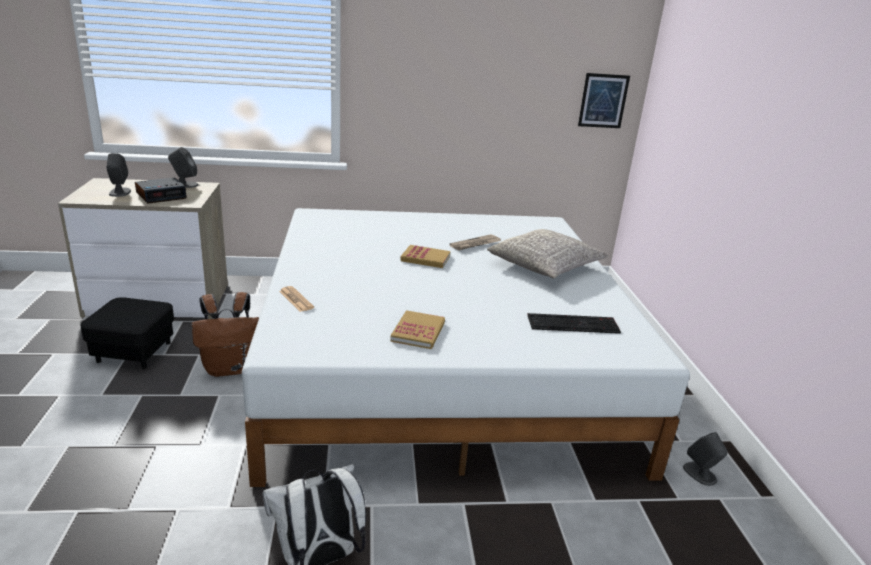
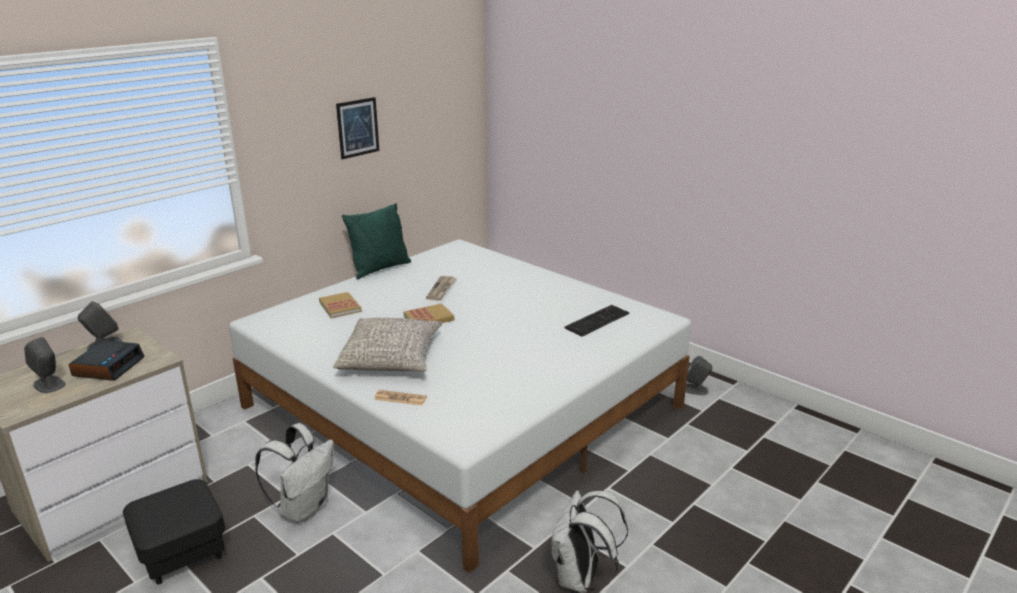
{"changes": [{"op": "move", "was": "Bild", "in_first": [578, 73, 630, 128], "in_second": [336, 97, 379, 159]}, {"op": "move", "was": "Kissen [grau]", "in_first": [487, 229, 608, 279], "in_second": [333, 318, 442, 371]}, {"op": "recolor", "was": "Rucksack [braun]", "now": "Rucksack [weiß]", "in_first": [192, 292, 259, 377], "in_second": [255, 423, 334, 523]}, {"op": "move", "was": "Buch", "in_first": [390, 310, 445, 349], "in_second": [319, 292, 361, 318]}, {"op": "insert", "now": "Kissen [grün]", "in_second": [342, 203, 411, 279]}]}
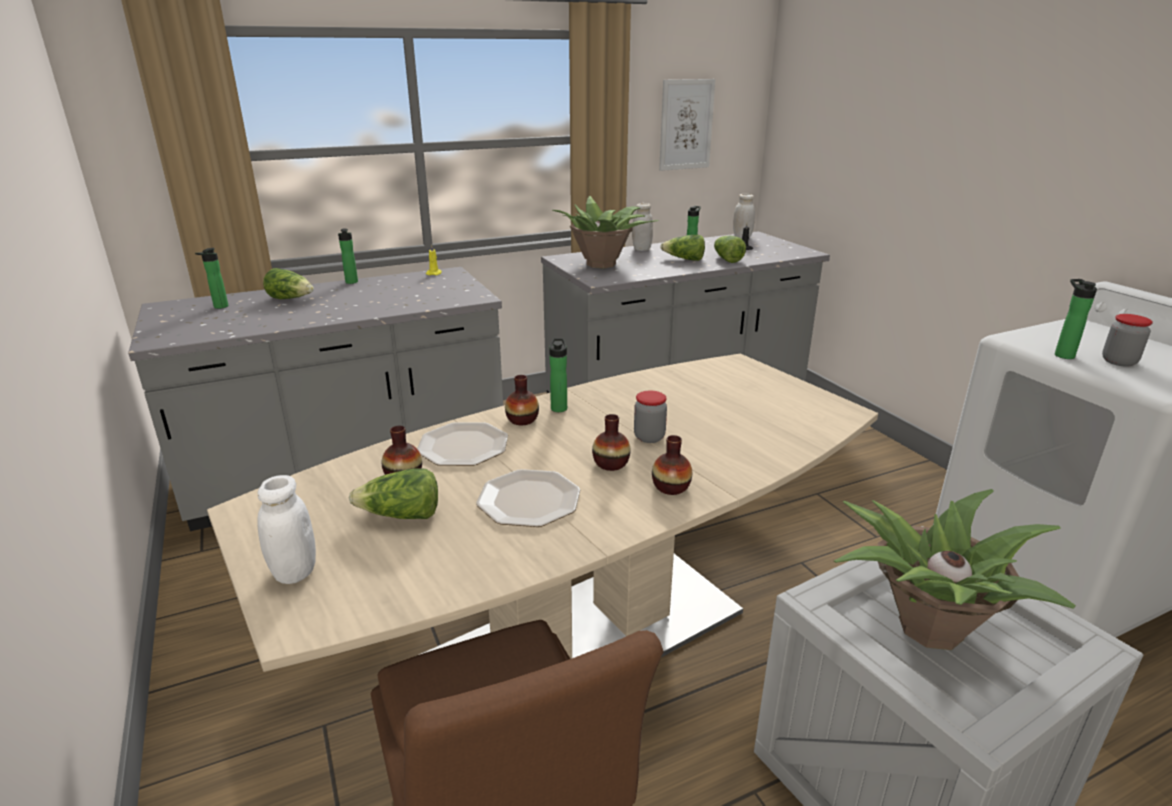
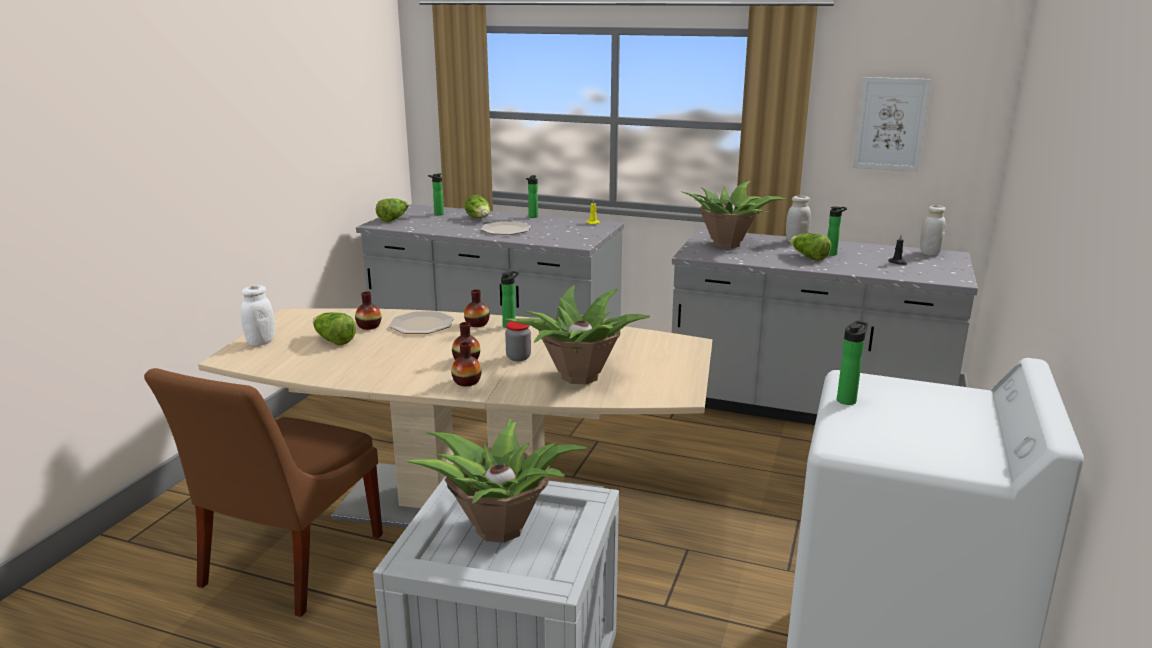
{"changes": [{"op": "move", "was": "Salatkopf", "in_first": [714, 236, 746, 263], "in_second": [376, 199, 408, 222]}, {"op": "delete", "was": "Vorratsglas", "in_first": [1102, 314, 1153, 367]}, {"op": "move", "was": "Teller", "in_first": [476, 469, 580, 527], "in_second": [481, 221, 531, 235]}, {"op": "insert", "now": "Topfpflanze", "in_second": [505, 285, 650, 384]}]}
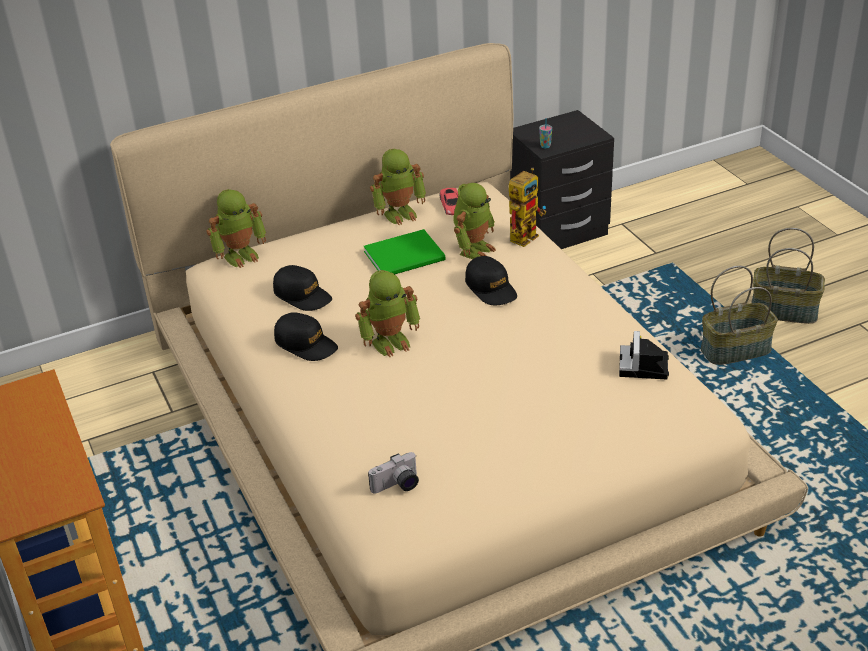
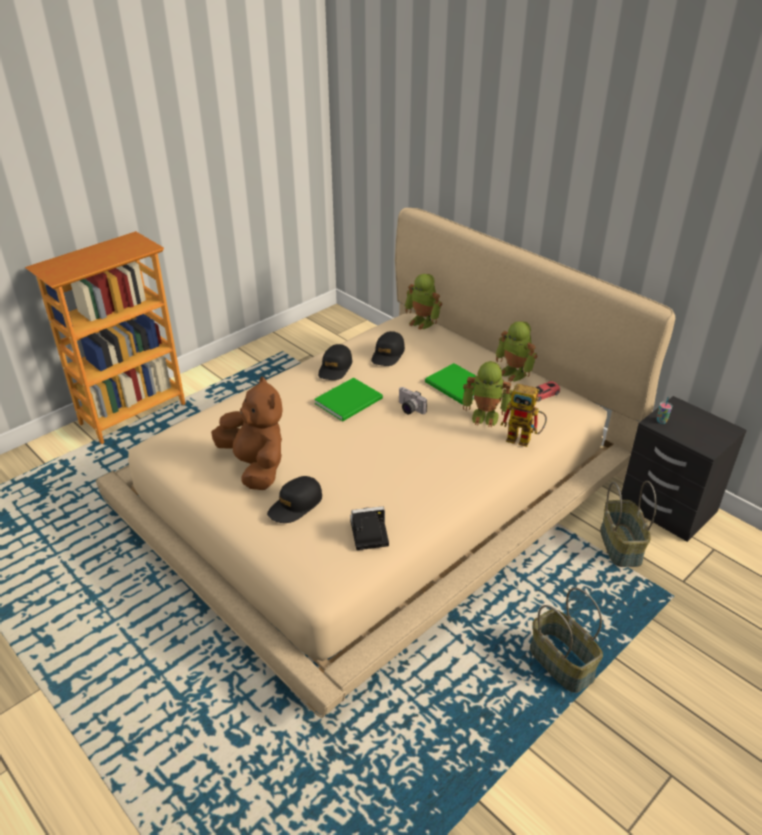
{"changes": [{"op": "move", "was": "Korb", "in_first": [751, 228, 825, 324], "in_second": [600, 481, 657, 567]}, {"op": "move", "was": "Kappe [schwarz]", "in_first": [465, 256, 517, 305], "in_second": [267, 476, 322, 523]}, {"op": "replace", "was": "Spielzeugroboter", "now": "Buch [grün]", "in_first": [355, 270, 420, 357], "in_second": [314, 377, 383, 421]}, {"op": "move", "was": "Kamera", "in_first": [368, 452, 419, 494], "in_second": [398, 387, 427, 415]}, {"op": "insert", "now": "Plüschtier [braun]", "in_second": [211, 376, 283, 490]}]}
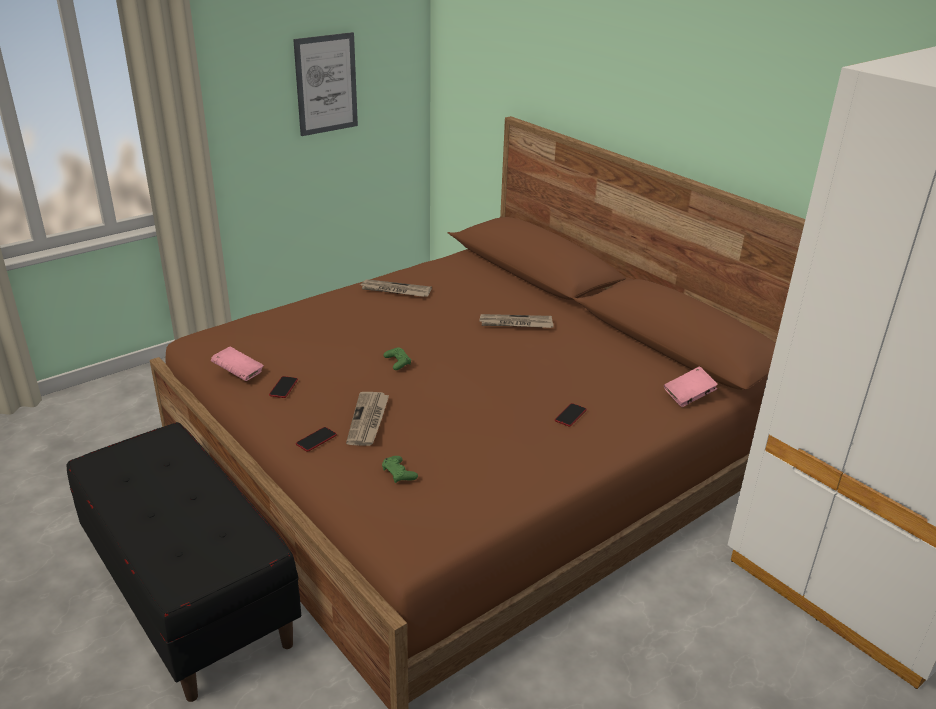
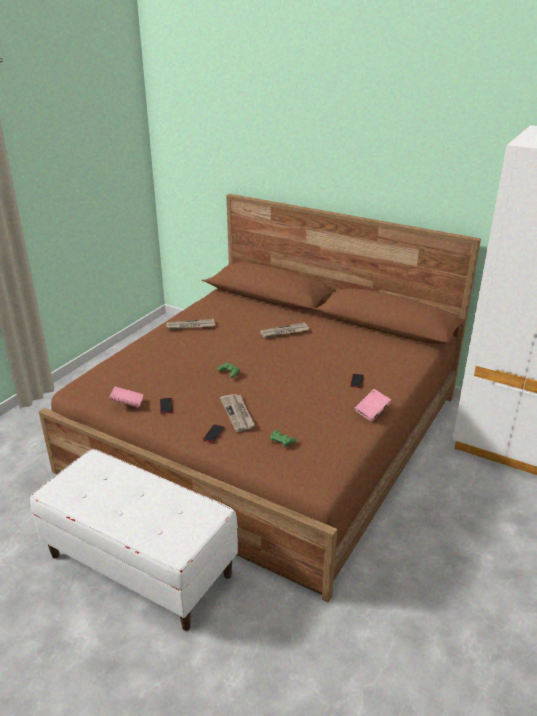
{"changes": [{"op": "delete", "was": "Bild", "in_first": [293, 32, 358, 136]}, {"op": "move", "was": "Buch [rosa]", "in_first": [664, 366, 718, 407], "in_second": [354, 389, 391, 421]}, {"op": "recolor", "was": "Bank [schwarz]", "now": "Bank [weiß]", "in_first": [67, 422, 301, 702], "in_second": [30, 449, 238, 631]}]}
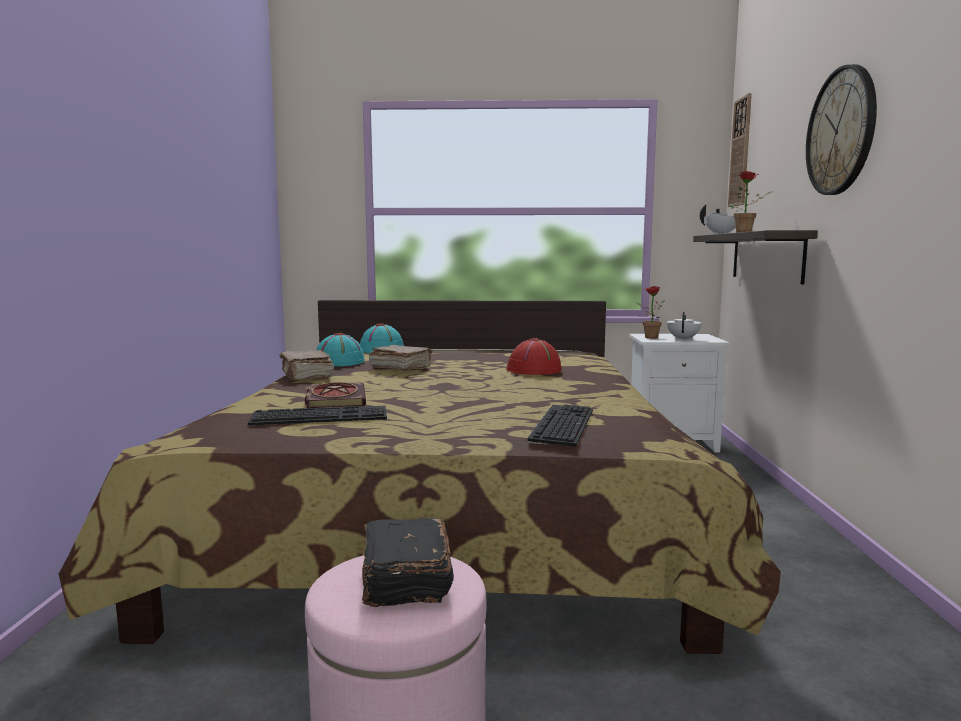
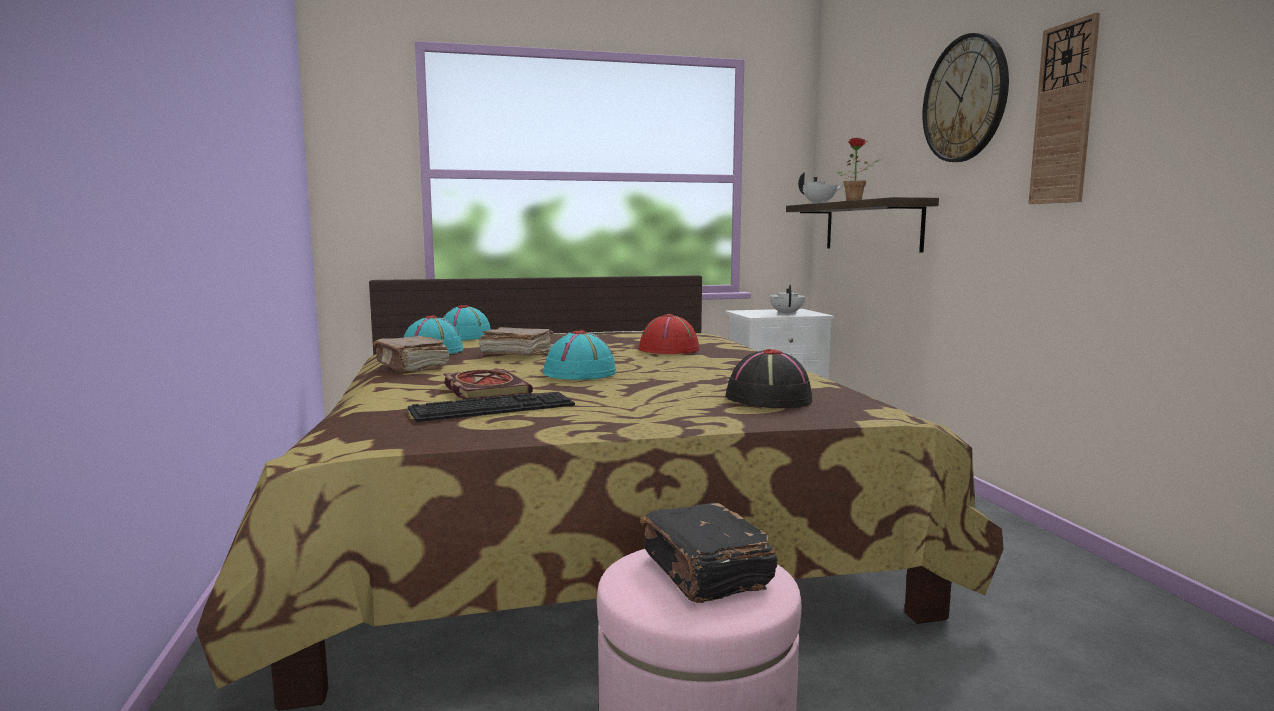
{"changes": [{"op": "move", "was": "Wanduhr", "in_first": [728, 93, 752, 207], "in_second": [1028, 12, 1100, 204]}, {"op": "delete", "was": "Topfpflanze", "in_first": [636, 286, 665, 339]}, {"op": "replace", "was": "Tastatur", "now": "Hut [schwarz]", "in_first": [527, 404, 593, 446], "in_second": [725, 349, 812, 408]}, {"op": "insert", "now": "Hut [türkis]", "in_second": [543, 330, 616, 380]}]}
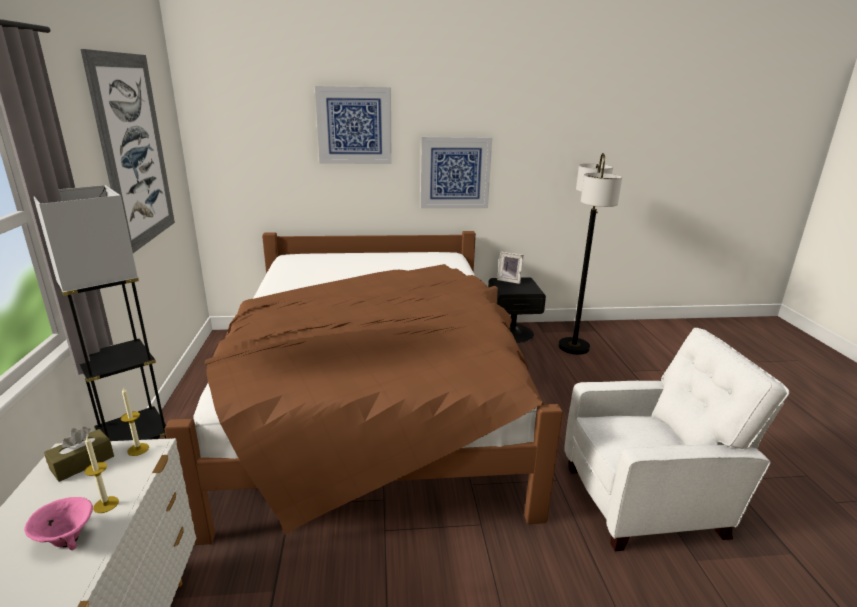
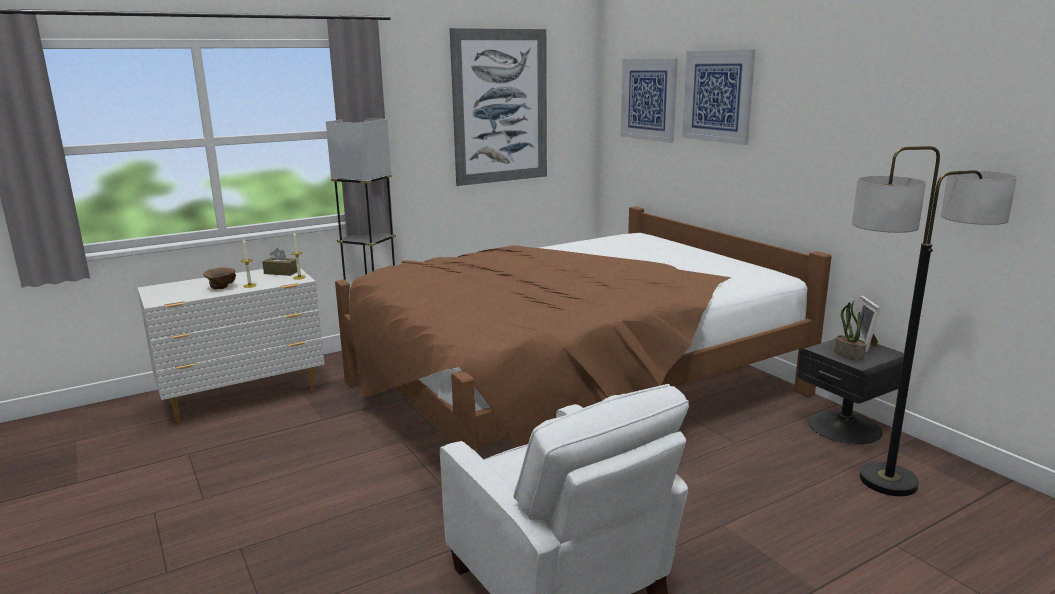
{"changes": [{"op": "move", "was": "Bild", "in_first": [420, 137, 492, 208], "in_second": [621, 58, 678, 143]}, {"op": "recolor", "was": "Schüssel [rosa]", "now": "Schüssel [braun]", "in_first": [24, 497, 93, 550], "in_second": [203, 267, 236, 289]}, {"op": "insert", "now": "Topfpflanze", "in_second": [834, 300, 866, 360]}]}
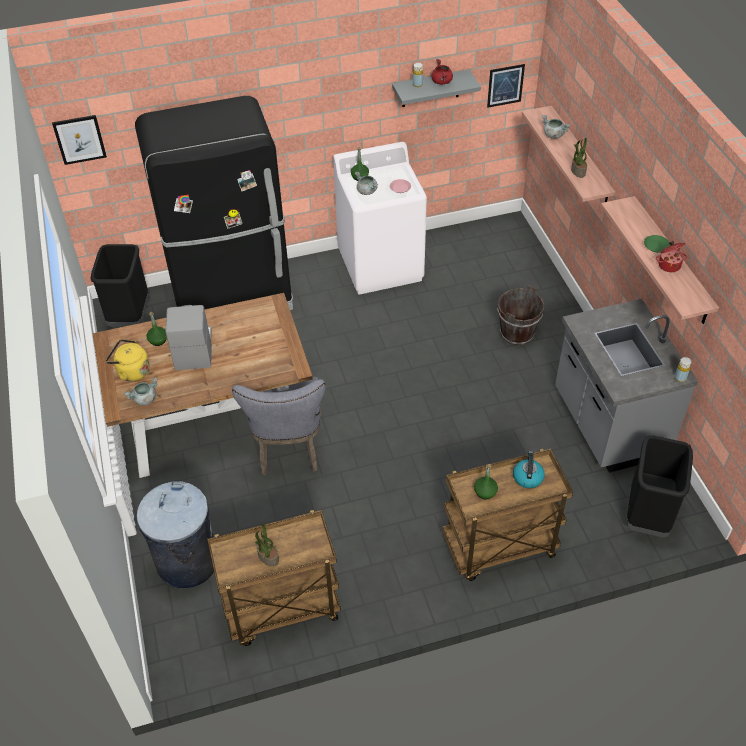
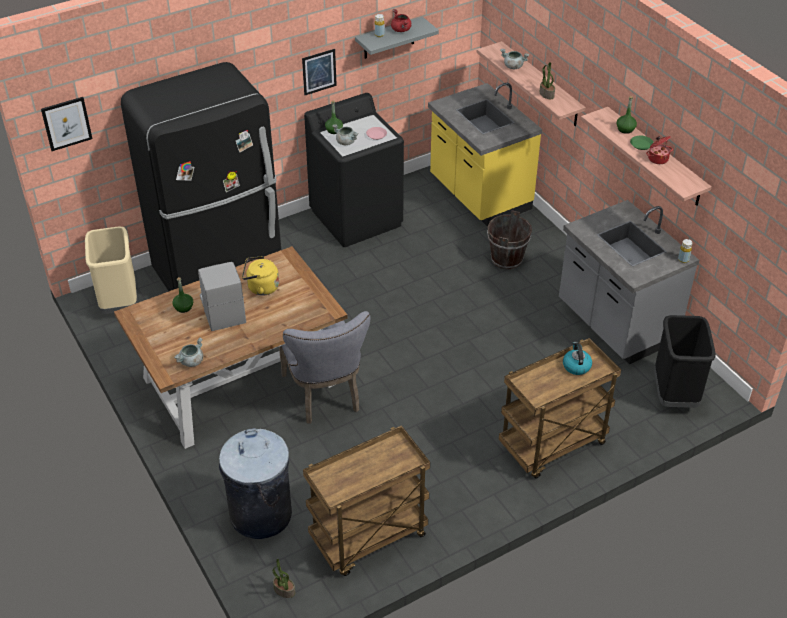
{"changes": [{"op": "move", "was": "Bild", "in_first": [487, 64, 525, 108], "in_second": [302, 49, 337, 95]}, {"op": "recolor", "was": "Waschmaschine [weiß]", "now": "Waschmaschine [schwarz]", "in_first": [333, 142, 427, 294], "in_second": [304, 93, 404, 247]}, {"op": "recolor", "was": "Mülleimer [schwarz]", "now": "Mülleimer [beige]", "in_first": [91, 244, 149, 327], "in_second": [85, 226, 138, 314]}, {"op": "move", "was": "Wasserkessel [gelb]", "in_first": [106, 339, 150, 382], "in_second": [242, 256, 279, 295]}, {"op": "move", "was": "Flasche [grün]", "in_first": [474, 464, 498, 499], "in_second": [617, 96, 637, 134]}, {"op": "move", "was": "Topfpflanze", "in_first": [255, 524, 279, 566], "in_second": [273, 559, 295, 598]}, {"op": "insert", "now": "Küchenzeile [gelb]", "in_second": [428, 83, 542, 226]}]}
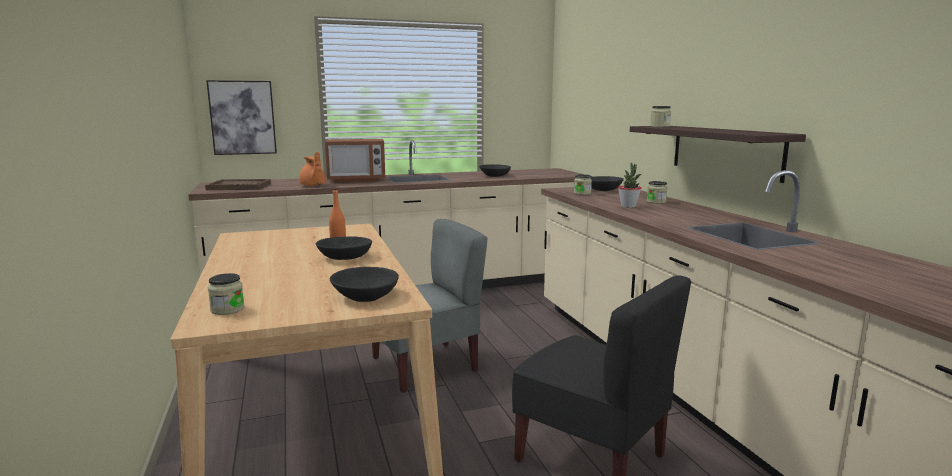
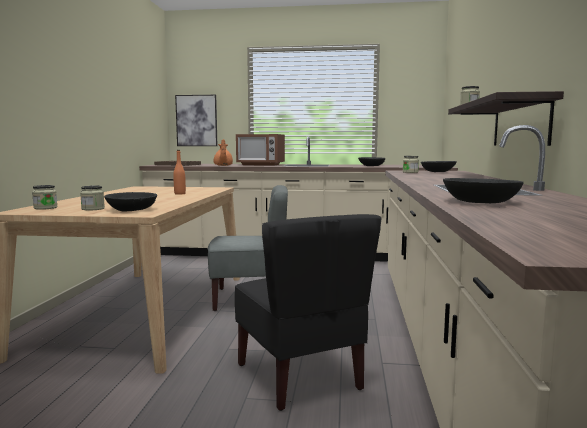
{"changes": [{"op": "delete", "was": "Topfpflanze", "in_first": [618, 163, 641, 208]}, {"op": "move", "was": "Vorratsglas", "in_first": [647, 181, 667, 204], "in_second": [80, 185, 105, 211]}, {"op": "move", "was": "Schüssel [schwarz]", "in_first": [316, 236, 372, 260], "in_second": [443, 178, 524, 203]}]}
